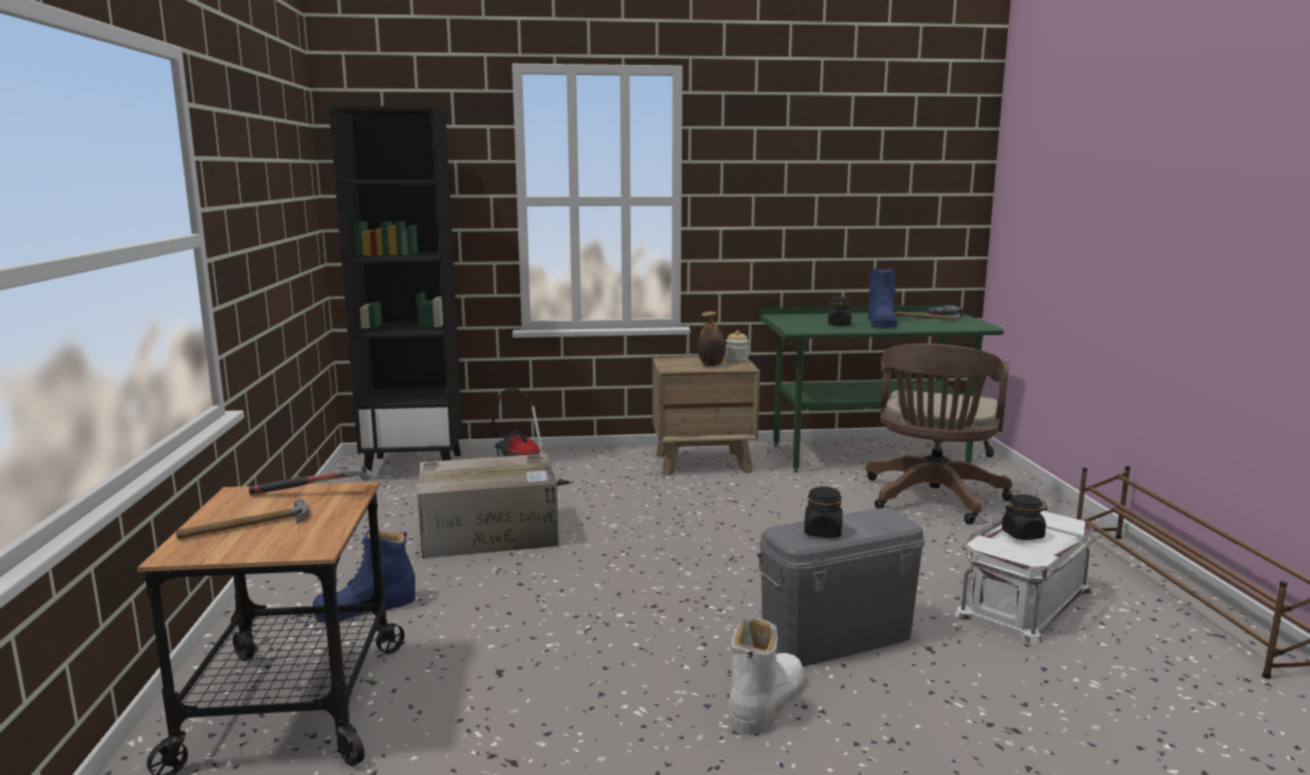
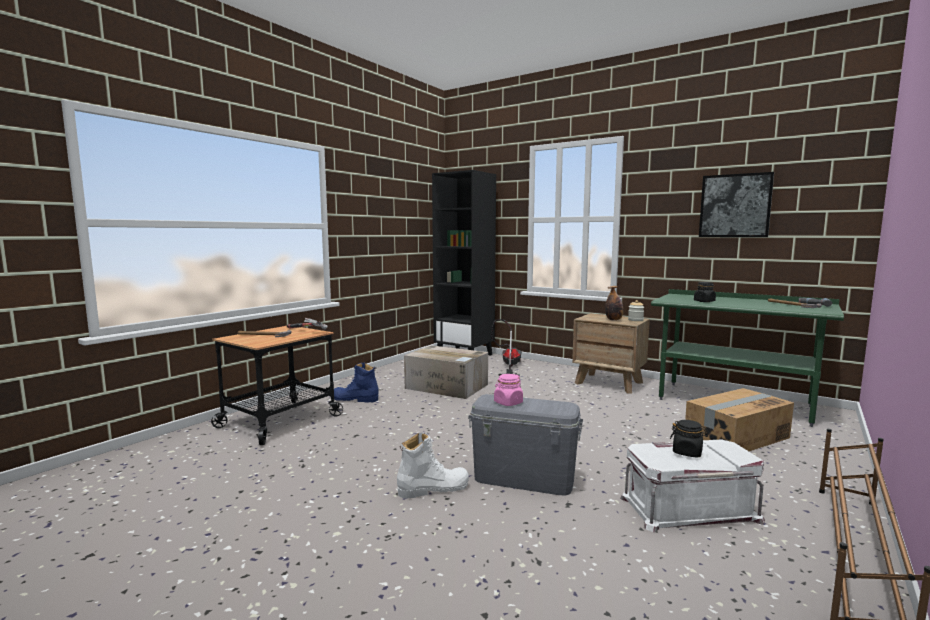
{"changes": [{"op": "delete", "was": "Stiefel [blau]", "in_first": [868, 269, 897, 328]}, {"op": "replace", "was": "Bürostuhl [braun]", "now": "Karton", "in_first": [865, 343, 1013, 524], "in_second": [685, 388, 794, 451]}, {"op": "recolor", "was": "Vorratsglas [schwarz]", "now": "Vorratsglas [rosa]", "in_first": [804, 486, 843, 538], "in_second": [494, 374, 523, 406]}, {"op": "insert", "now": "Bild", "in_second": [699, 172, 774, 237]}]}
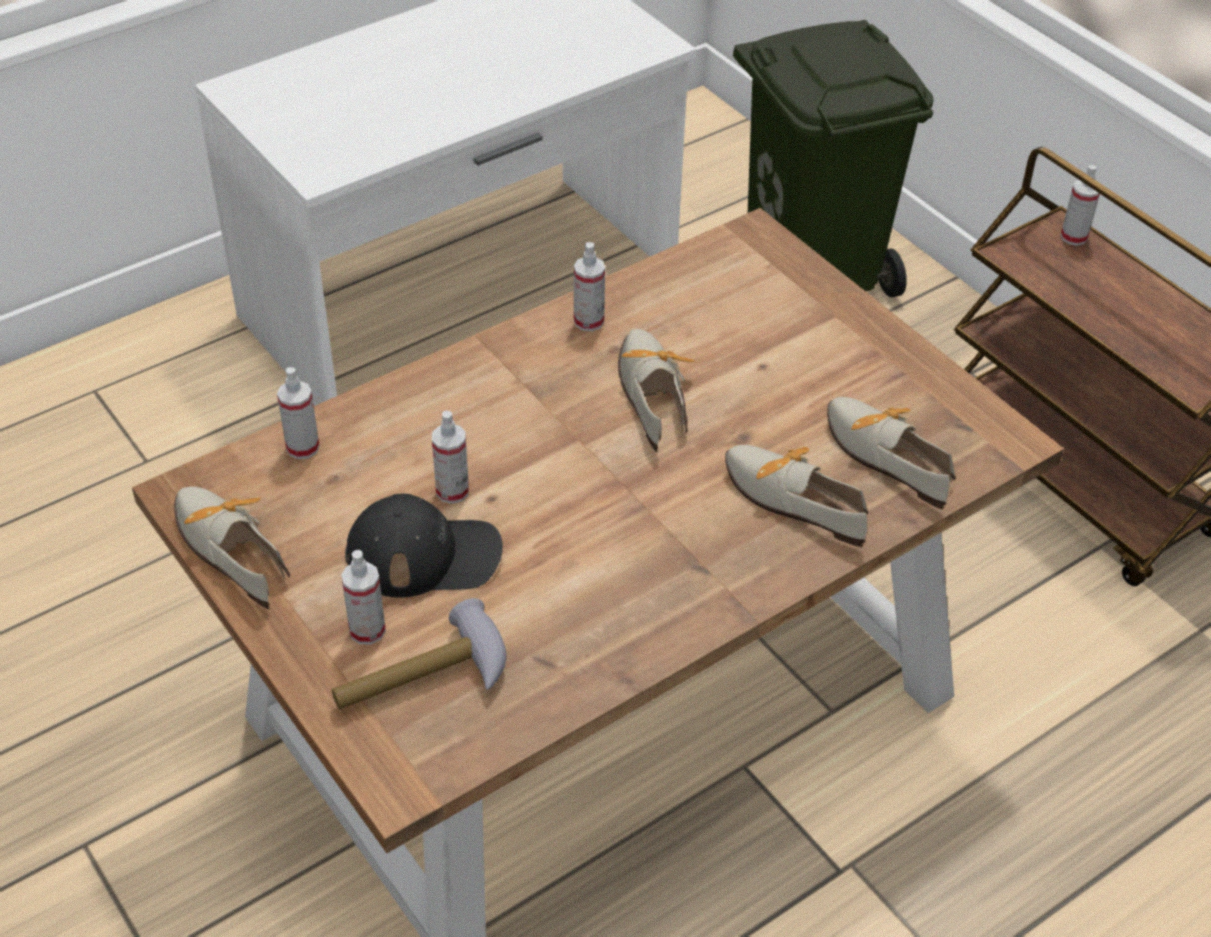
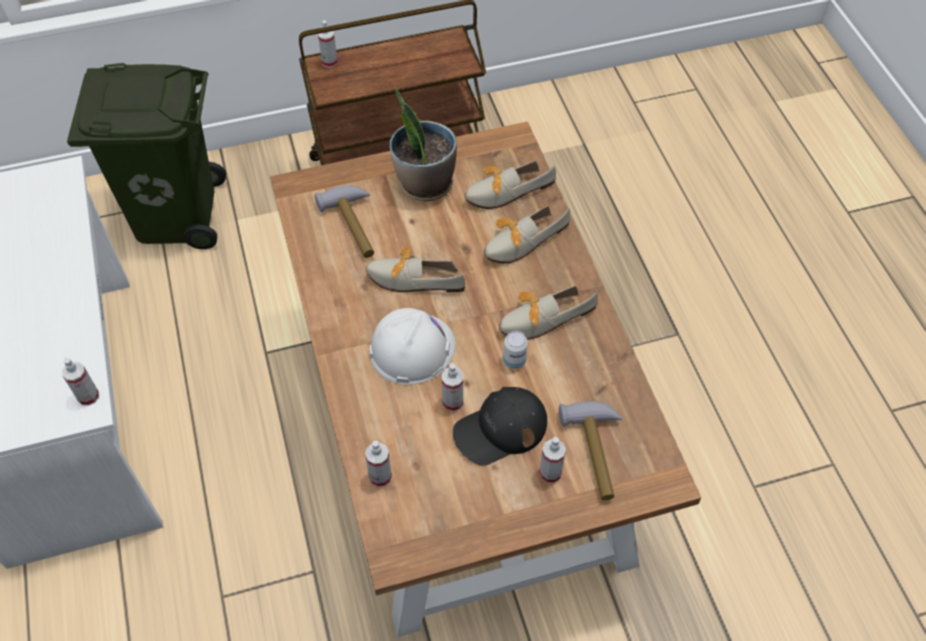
{"changes": [{"op": "move", "was": "Sprühflasche", "in_first": [574, 242, 605, 331], "in_second": [62, 358, 99, 406]}, {"op": "move", "was": "Schuh", "in_first": [174, 486, 290, 610], "in_second": [499, 286, 598, 340]}, {"op": "rotate", "was": "Kappe [schwarz]", "in_first": [345, 493, 503, 598], "in_second": [453, 387, 547, 465], "clockwise": -135}, {"op": "insert", "now": "Topfpflanze", "in_second": [390, 87, 457, 202]}, {"op": "insert", "now": "Hammer", "in_second": [315, 185, 374, 258]}, {"op": "insert", "now": "Schutzhelm [weiß]", "in_second": [370, 308, 456, 385]}, {"op": "insert", "now": "Dose", "in_second": [503, 331, 528, 369]}]}
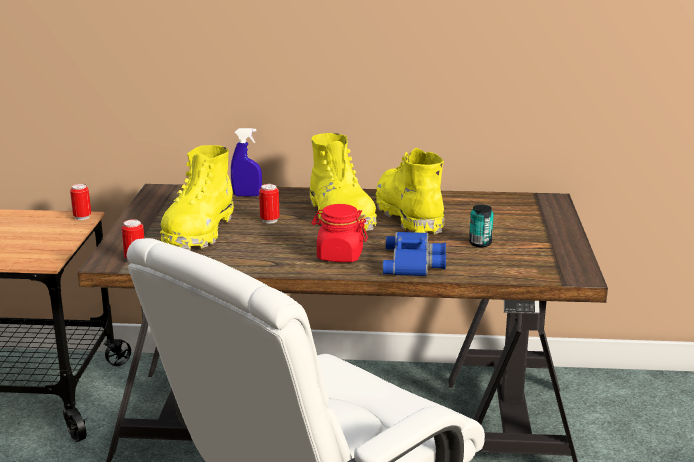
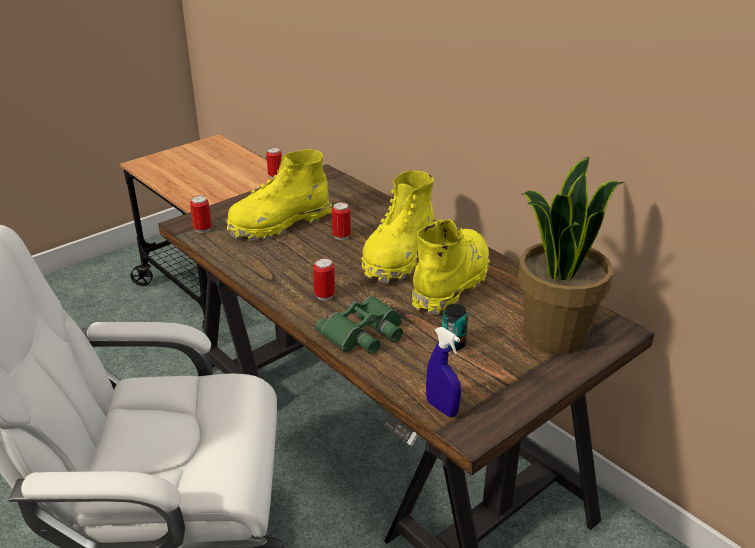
{"changes": [{"op": "move", "was": "Sprühflasche [blau]", "in_first": [231, 128, 262, 197], "in_second": [426, 327, 461, 417]}, {"op": "replace", "was": "Vorratsglas [rot]", "now": "Dose", "in_first": [311, 204, 368, 262], "in_second": [313, 258, 335, 300]}, {"op": "recolor", "was": "Fernglas [blau]", "now": "Fernglas [grün]", "in_first": [382, 232, 446, 276], "in_second": [316, 296, 403, 354]}, {"op": "insert", "now": "Topfpflanze", "in_second": [518, 157, 624, 354]}]}
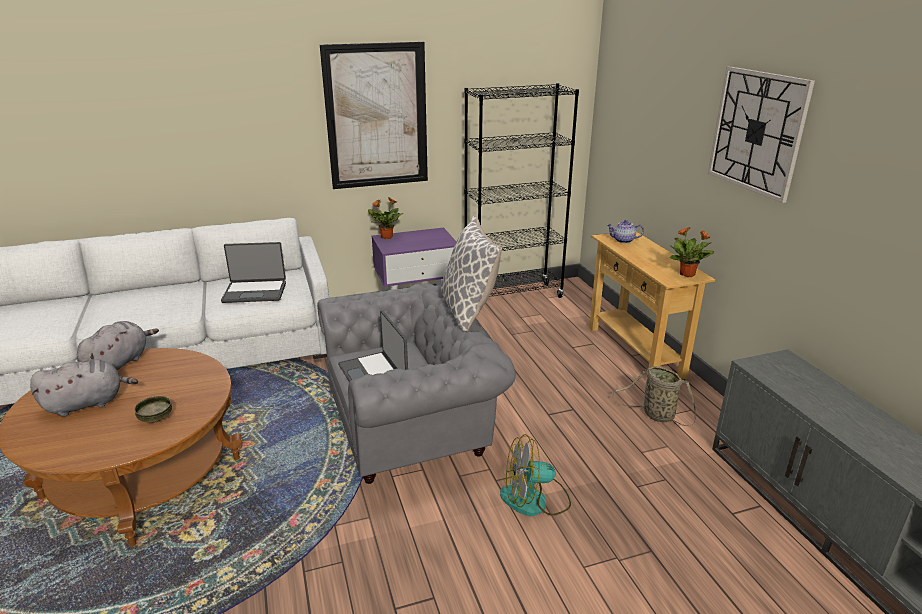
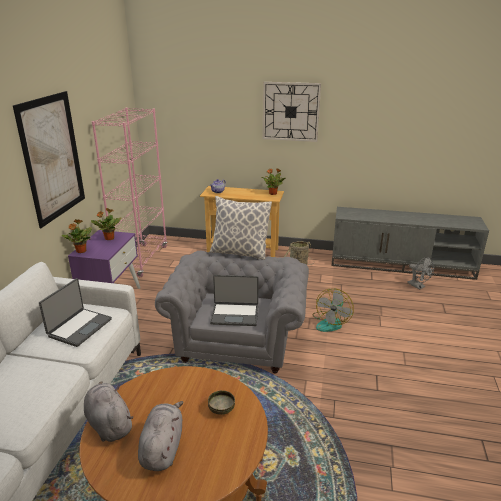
{"changes": [{"op": "recolor", "was": "Bücherregal [schwarz]", "now": "Bücherregal [rosa]", "in_first": [464, 83, 579, 298], "in_second": [92, 107, 168, 277]}, {"op": "insert", "now": "Topfpflanze", "in_second": [91, 208, 121, 240]}, {"op": "insert", "now": "Ventilator [grau]", "in_second": [407, 257, 434, 290]}]}
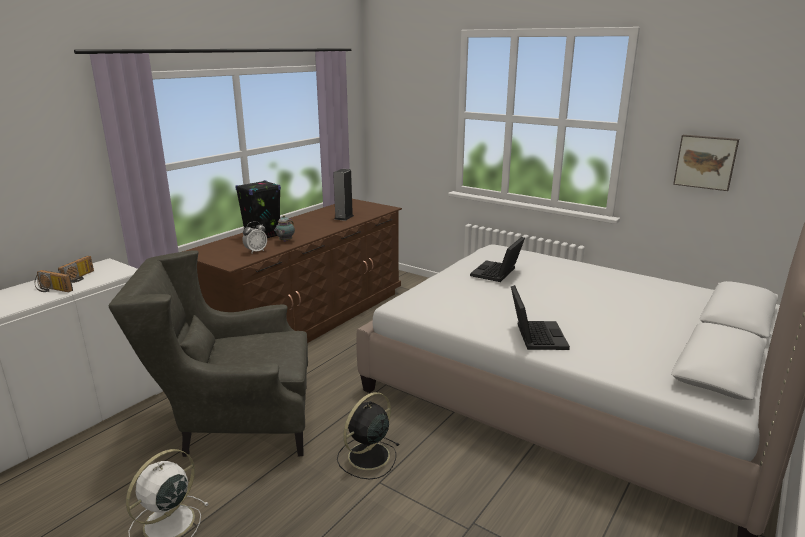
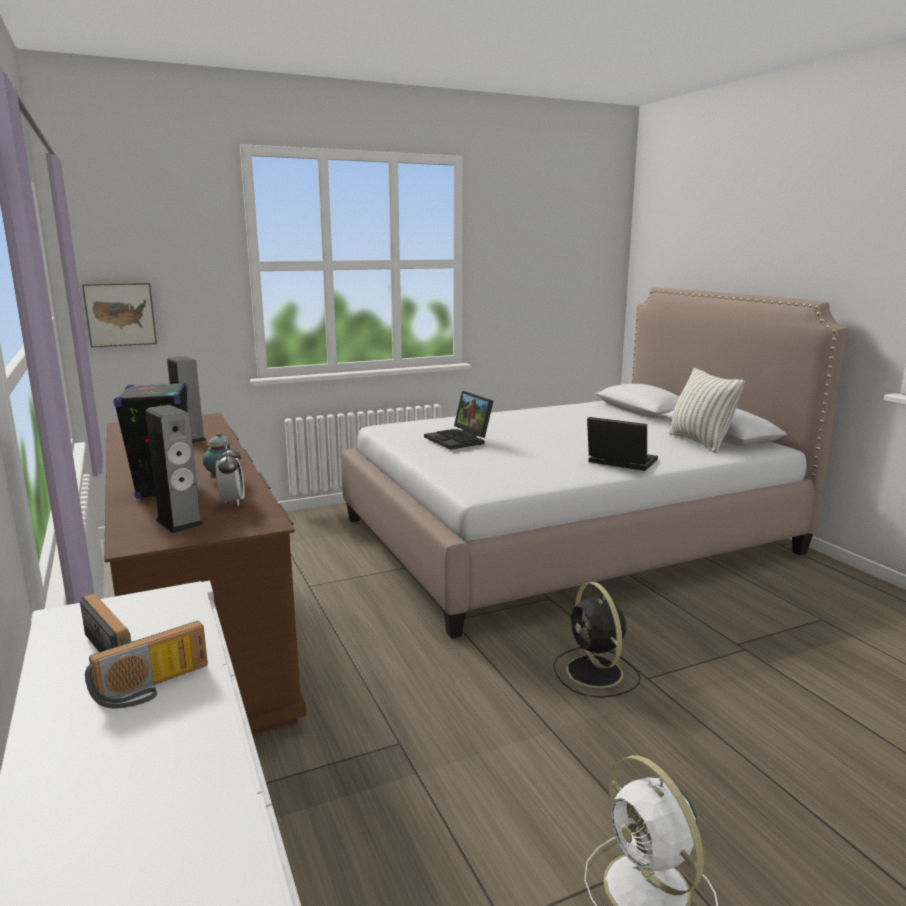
{"changes": [{"op": "move", "was": "Bild", "in_first": [673, 135, 739, 191], "in_second": [82, 283, 157, 347]}, {"op": "delete", "was": "Sessel [grau]", "in_first": [108, 250, 308, 457]}, {"op": "insert", "now": "Kissen", "in_second": [668, 368, 745, 453]}, {"op": "insert", "now": "Lautsprecher", "in_second": [146, 405, 204, 533]}]}
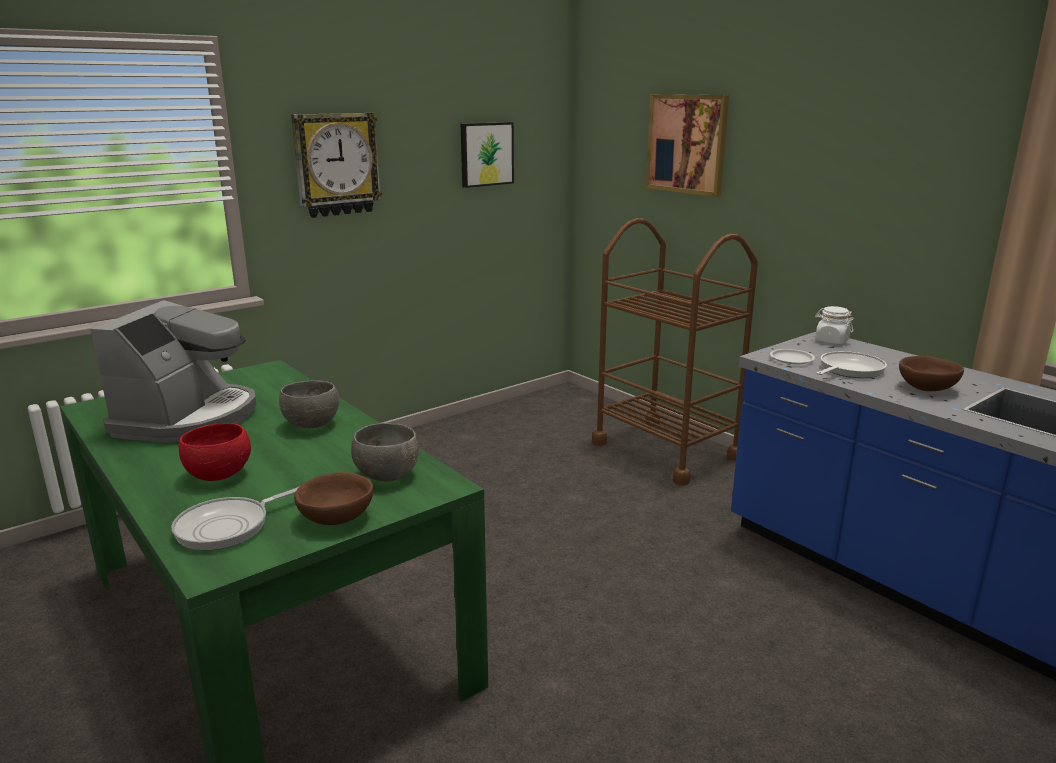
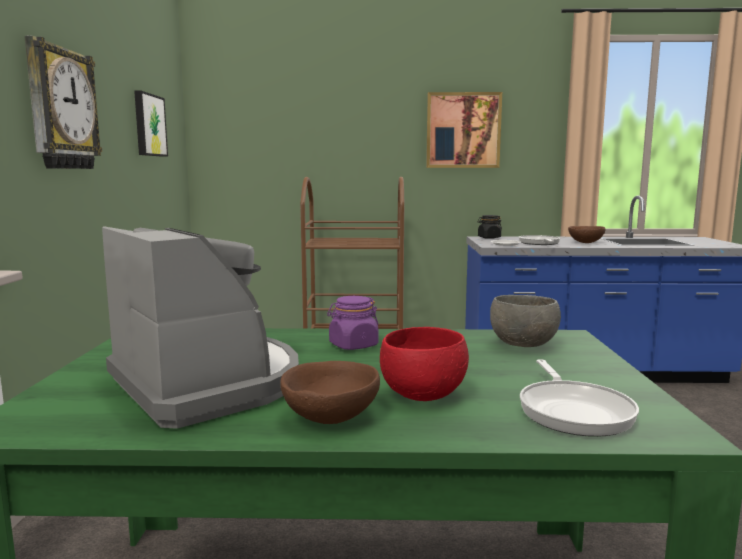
{"changes": [{"op": "move", "was": "Bild", "in_first": [646, 94, 729, 197], "in_second": [426, 92, 502, 168]}, {"op": "recolor", "was": "Vorratsglas [weiß]", "now": "Vorratsglas [schwarz]", "in_first": [815, 306, 854, 344], "in_second": [477, 215, 502, 239]}, {"op": "replace", "was": "Schüssel [grau]", "now": "Vorratsglas [lila]", "in_first": [279, 380, 339, 429], "in_second": [327, 296, 379, 350]}, {"op": "move", "was": "Schüssel [braun]", "in_first": [294, 472, 373, 525], "in_second": [280, 361, 380, 424]}]}
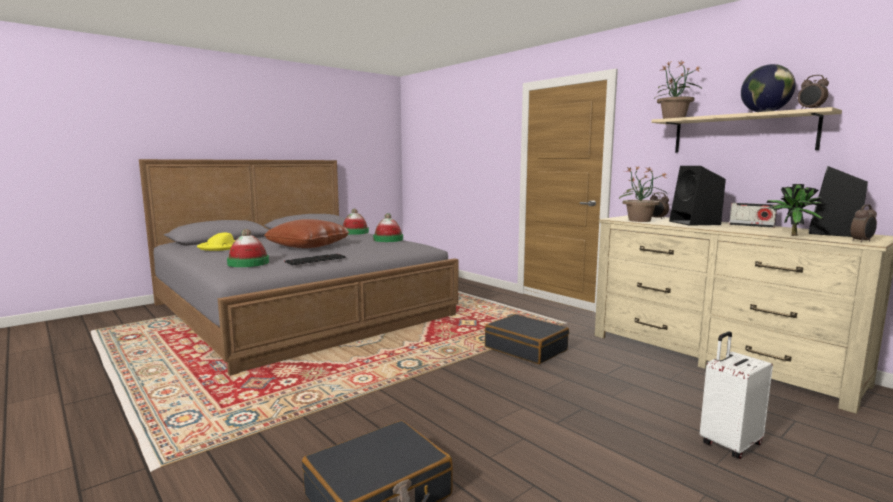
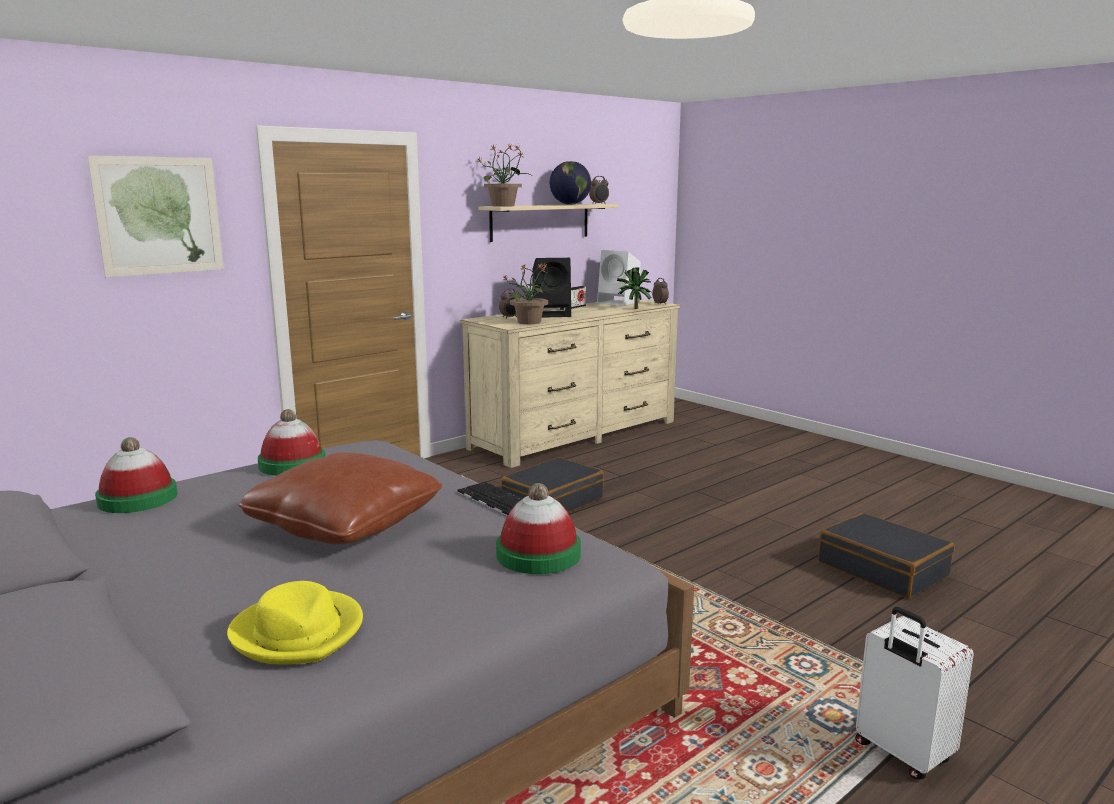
{"changes": [{"op": "recolor", "was": "Lautsprecher [schwarz]", "now": "Lautsprecher [weiß]", "in_first": [809, 166, 868, 237], "in_second": [597, 250, 641, 306]}, {"op": "move", "was": "Koffer [weiß]", "in_first": [700, 331, 773, 459], "in_second": [855, 607, 974, 780]}, {"op": "insert", "now": "Bild", "in_second": [87, 156, 224, 277]}]}
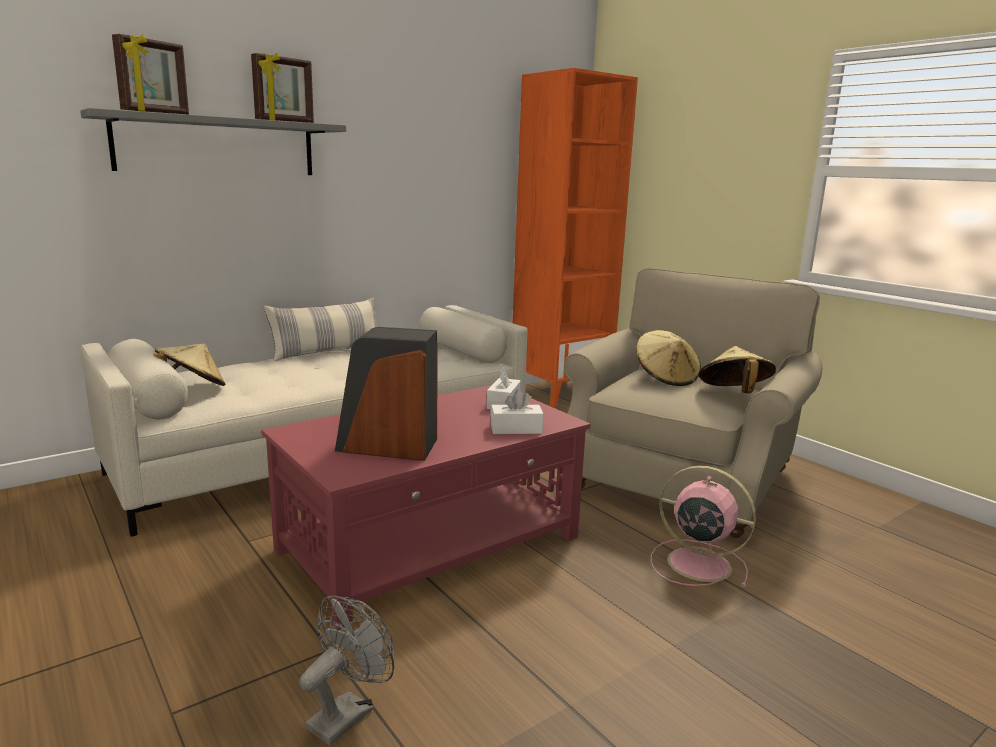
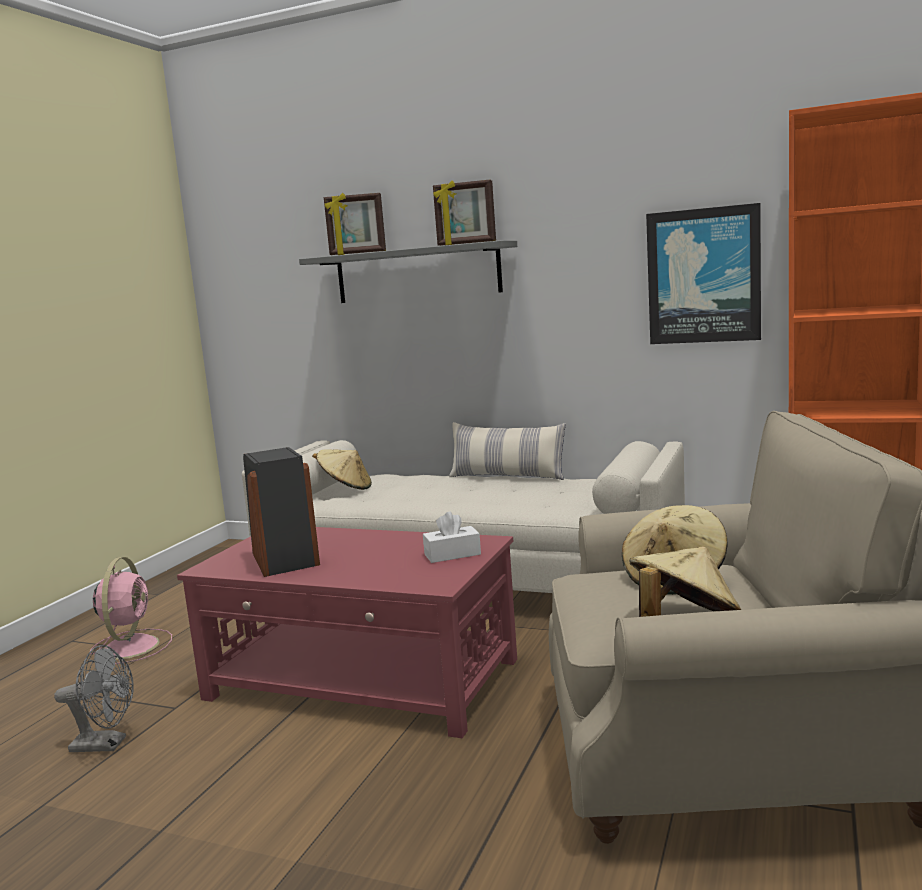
{"changes": [{"op": "delete", "was": "Taschentuchbox [weiß]", "in_first": [491, 390, 544, 434]}, {"op": "move", "was": "Ventilator [rosa]", "in_first": [651, 466, 756, 587], "in_second": [90, 557, 172, 664]}, {"op": "insert", "now": "Bild", "in_second": [646, 203, 761, 344]}]}
